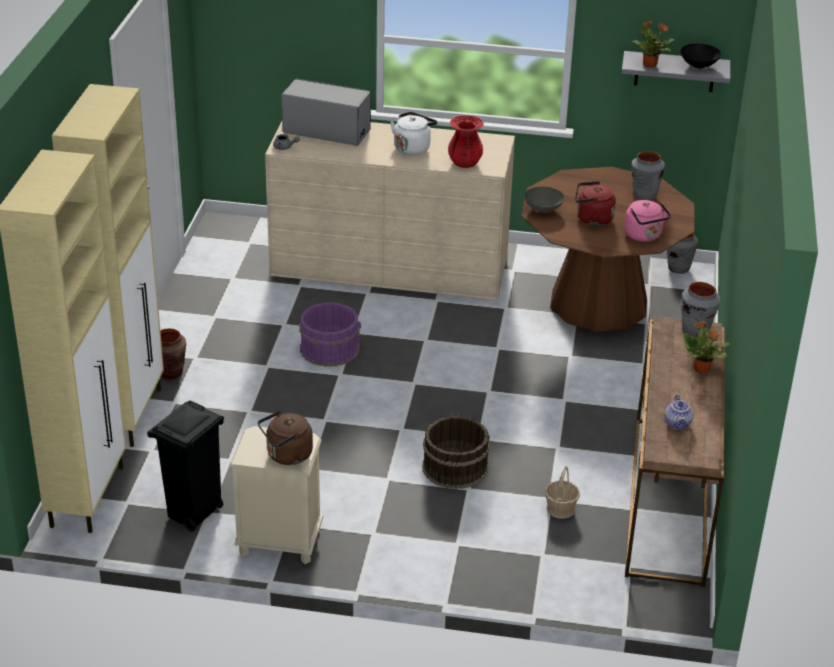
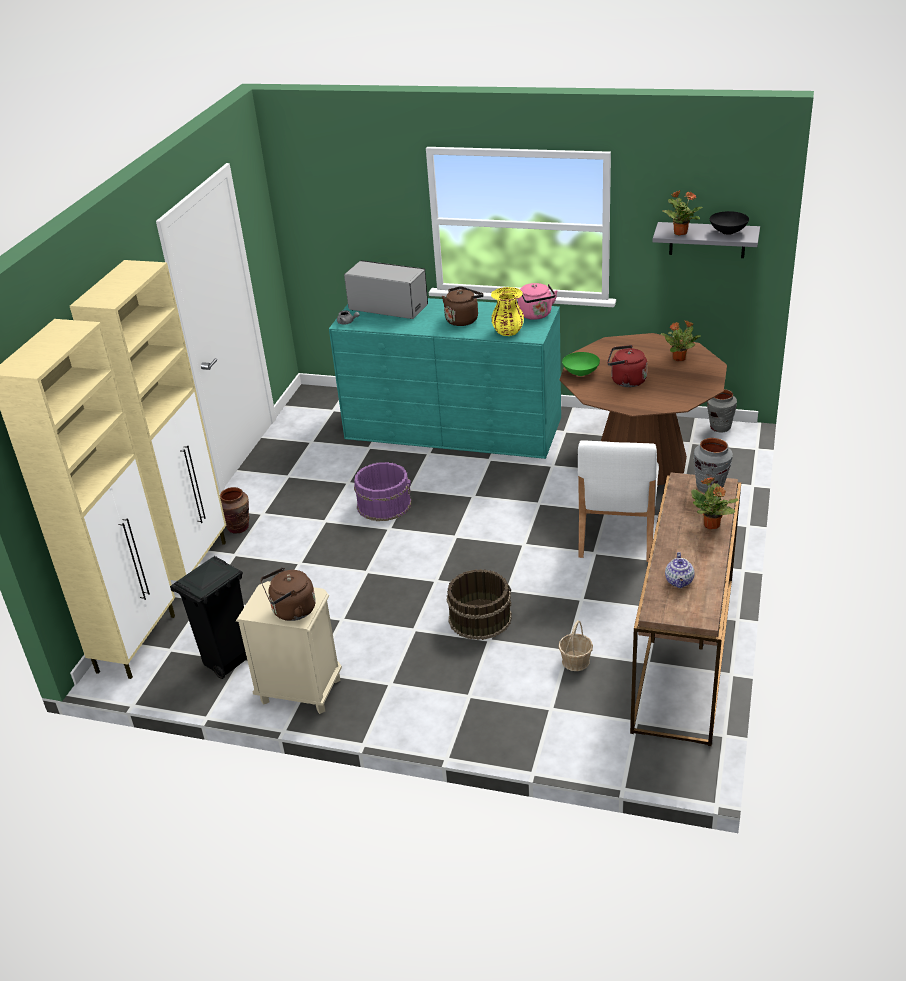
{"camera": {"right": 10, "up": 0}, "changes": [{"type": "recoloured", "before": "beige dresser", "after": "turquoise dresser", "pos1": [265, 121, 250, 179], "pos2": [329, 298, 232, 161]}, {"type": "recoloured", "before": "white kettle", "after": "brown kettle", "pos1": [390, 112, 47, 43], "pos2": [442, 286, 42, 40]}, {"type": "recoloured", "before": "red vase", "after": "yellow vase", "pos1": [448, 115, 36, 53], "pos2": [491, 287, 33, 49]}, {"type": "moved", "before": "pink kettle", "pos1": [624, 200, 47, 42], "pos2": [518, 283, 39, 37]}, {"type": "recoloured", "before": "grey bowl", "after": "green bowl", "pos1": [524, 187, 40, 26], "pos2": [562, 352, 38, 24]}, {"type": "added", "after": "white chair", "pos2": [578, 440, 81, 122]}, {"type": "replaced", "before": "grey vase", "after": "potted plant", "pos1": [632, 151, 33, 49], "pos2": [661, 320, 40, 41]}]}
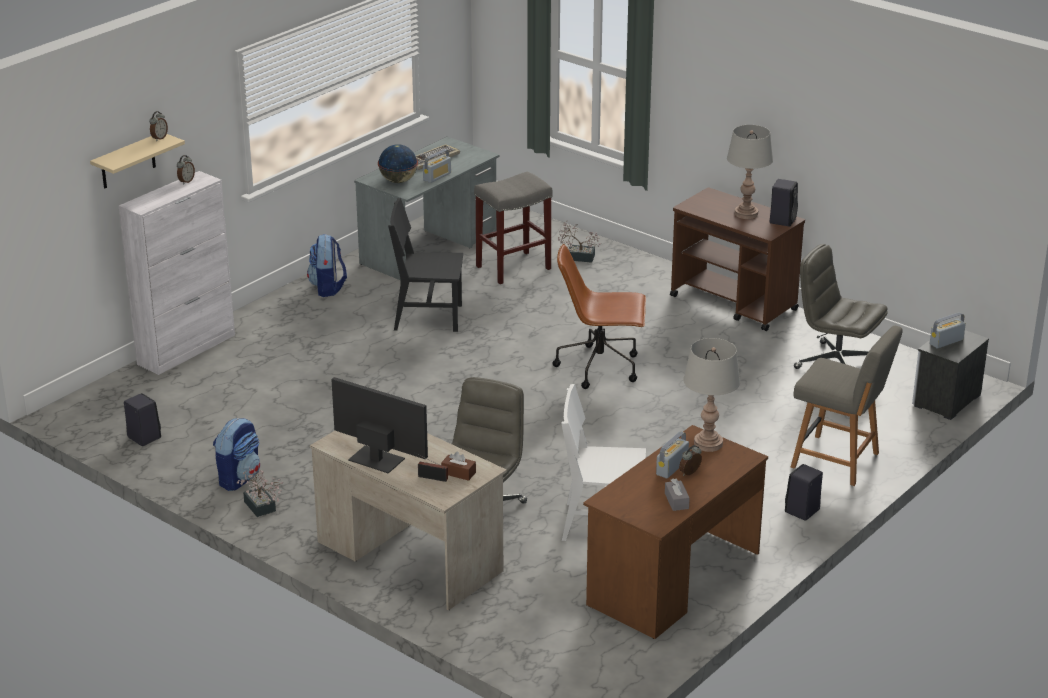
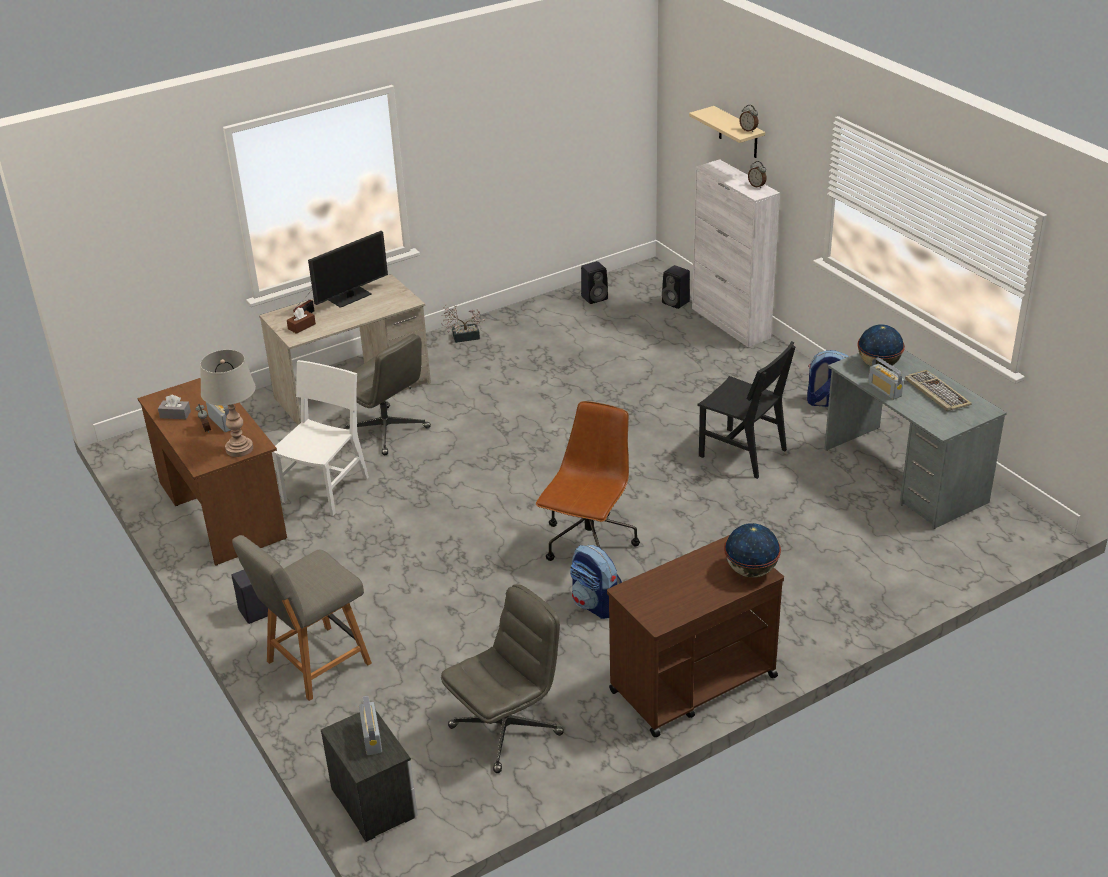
{"camera": {"right": 110, "up": 5}, "changes": [{"type": "moved", "before": "backpack", "pos1": [213, 418, 47, 73], "pos2": [570, 545, 52, 74]}, {"type": "moved", "before": "black speaker", "pos1": [770, 179, 28, 48], "pos2": [662, 265, 28, 44]}, {"type": "turned", "before": "black chair", "pos1": [388, 198, 75, 134], "pos2": [697, 341, 99, 138], "turn": 105}, {"type": "added", "after": "globe", "pos2": [724, 523, 57, 54]}, {"type": "removed", "before": "grey stool", "pos1": [474, 172, 79, 112]}, {"type": "removed", "before": "potted plant", "pos1": [558, 221, 43, 42]}, {"type": "removed", "before": "grey table lamp", "pos1": [727, 125, 46, 94]}]}
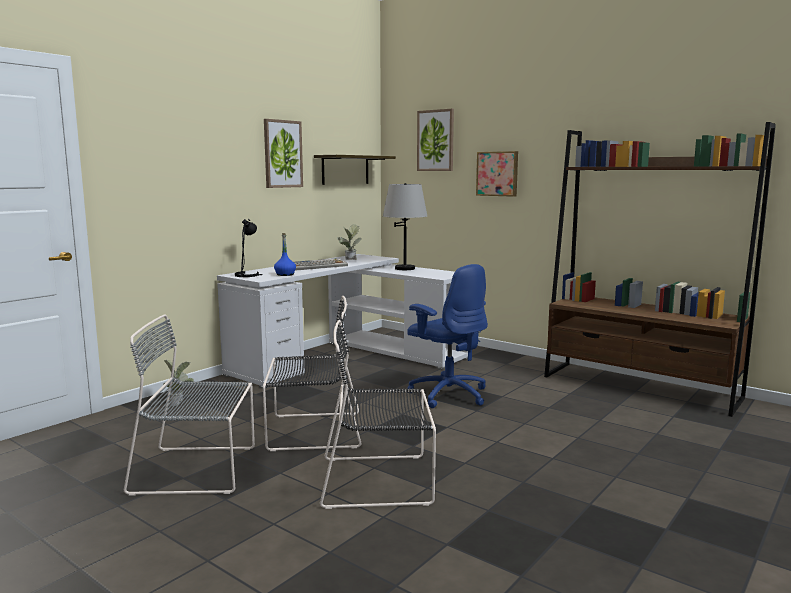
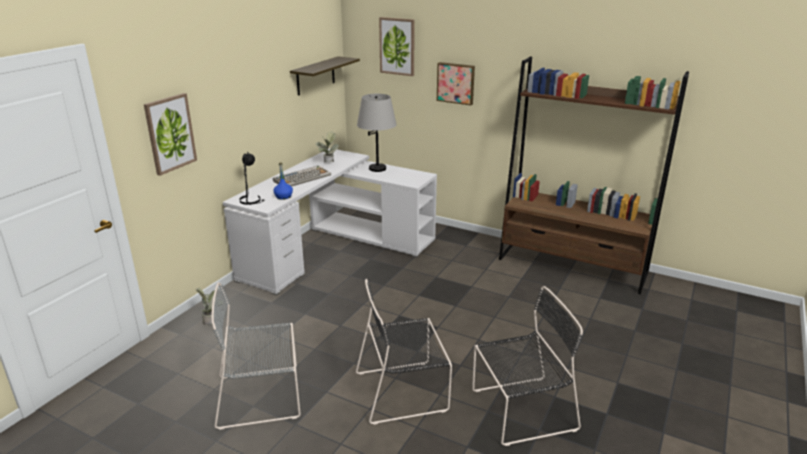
{"camera": {"right": -10, "up": 15}, "changes": [{"type": "moved", "before": "picture", "pos1": [264, 119, 39, 69], "pos2": [144, 93, 53, 83]}, {"type": "moved", "before": "black chair", "pos1": [263, 296, 99, 155], "pos2": [472, 286, 111, 160]}, {"type": "removed", "before": "blue office chair", "pos1": [407, 264, 81, 144]}]}
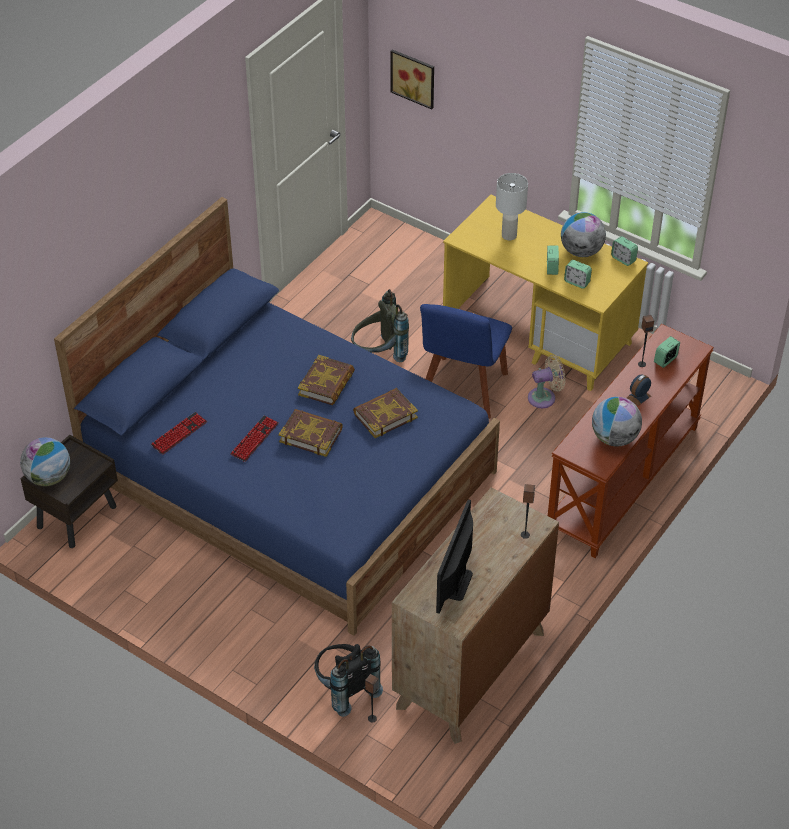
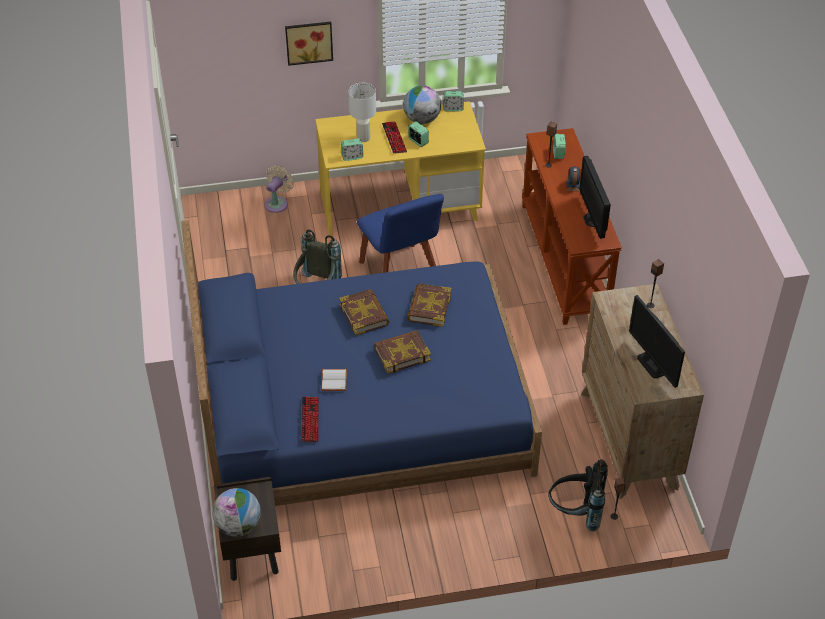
{"camera": {"right": -45, "up": 0}, "changes": [{"type": "moved", "before": "beige fan", "pos1": [528, 355, 37, 53], "pos2": [265, 165, 29, 48]}, {"type": "moved", "before": "picture", "pos1": [390, 49, 44, 60], "pos2": [285, 22, 48, 44]}, {"type": "added", "after": "white book", "pos2": [321, 369, 26, 22]}, {"type": "moved", "before": "alarm clock", "pos1": [564, 260, 28, 29], "pos2": [341, 138, 22, 23]}, {"type": "moved", "before": "keyboard", "pos1": [230, 415, 49, 47], "pos2": [382, 121, 25, 33]}, {"type": "replaced", "before": "globe", "after": "monitor", "pos1": [592, 397, 50, 50], "pos2": [580, 156, 31, 83]}]}
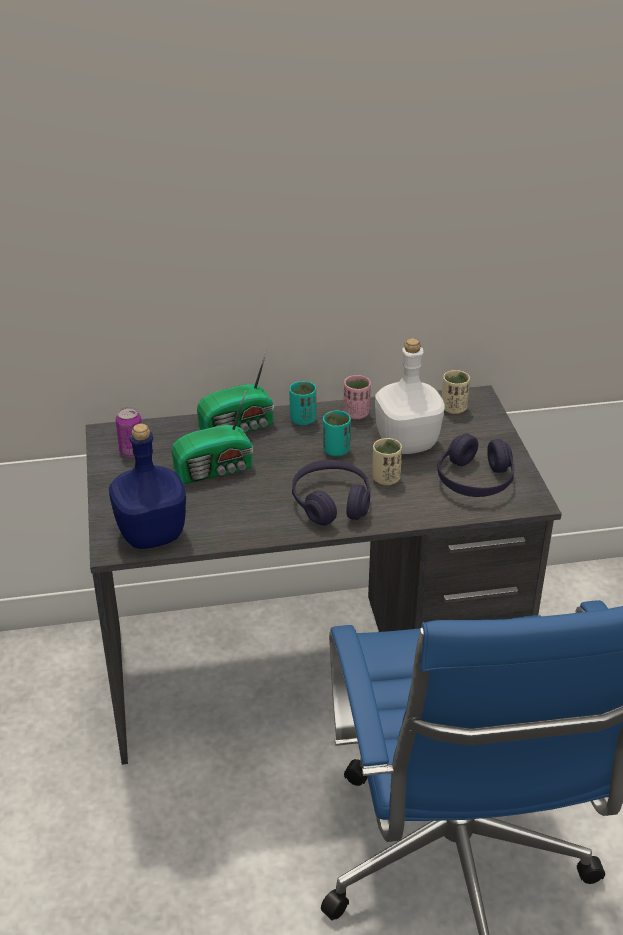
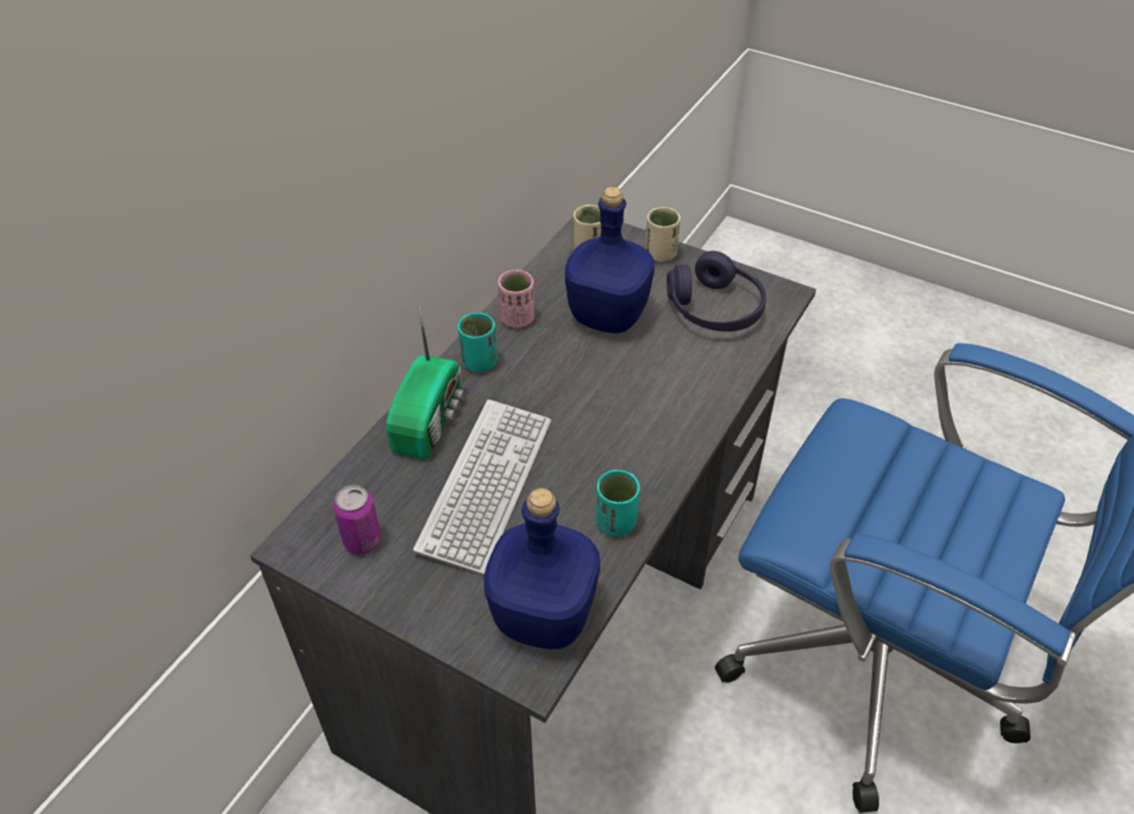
{"camera": {"right": -50, "up": 10}, "changes": [{"type": "replaced", "before": "radio", "after": "keyboard", "pos1": [172, 390, 81, 94], "pos2": [413, 400, 138, 175]}, {"type": "recoloured", "before": "white bottle", "after": "blue bottle", "pos1": [375, 338, 69, 116], "pos2": [565, 187, 89, 146]}, {"type": "moved", "before": "turquoise cup", "pos1": [323, 410, 28, 46], "pos2": [596, 470, 44, 67]}, {"type": "moved", "before": "beige cup", "pos1": [372, 438, 30, 47], "pos2": [645, 207, 36, 55]}, {"type": "removed", "before": "purple headphones", "pos1": [292, 460, 78, 66]}]}
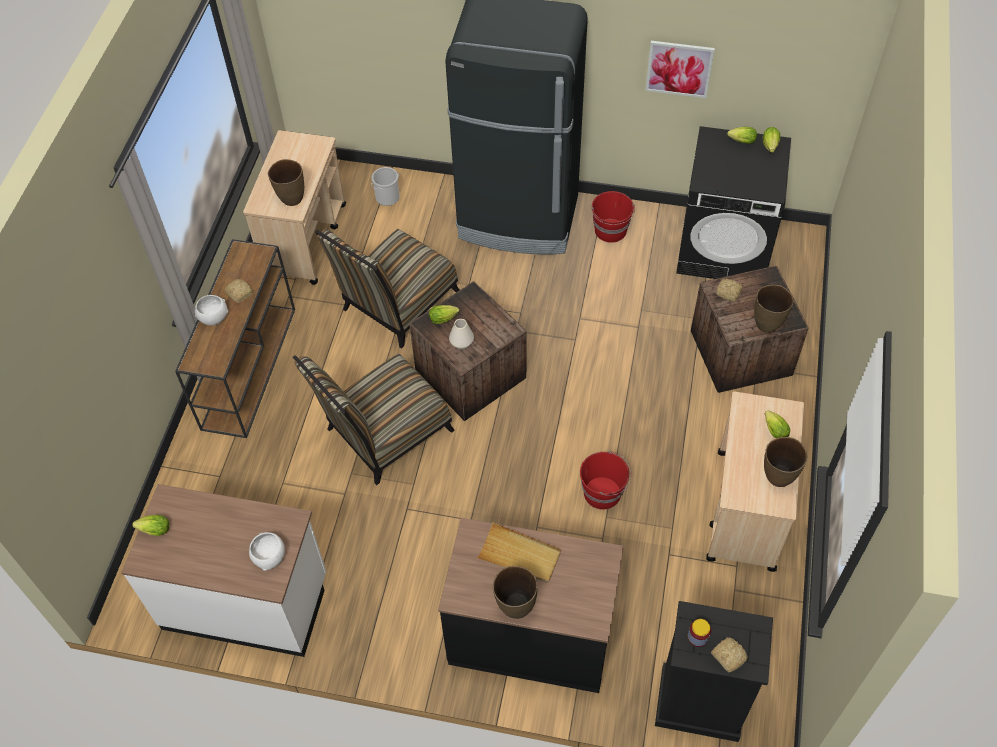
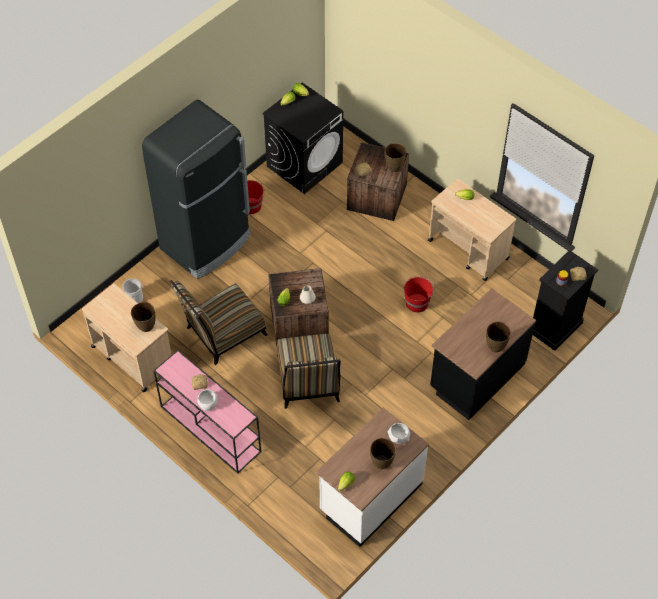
{"camera": {"right": -60, "up": 0}, "changes": [{"type": "recoloured", "before": "brown console table", "after": "pink console table", "pos1": [175, 239, 120, 199], "pos2": [153, 350, 108, 124]}, {"type": "turned", "before": "chair", "pos1": [315, 229, 144, 120], "pos2": [170, 280, 98, 85], "turn": 75}, {"type": "moved", "before": "brown vase", "pos1": [764, 437, 43, 50], "pos2": [370, 438, 26, 31]}, {"type": "removed", "before": "beige tray", "pos1": [477, 522, 84, 61]}, {"type": "removed", "before": "picture", "pos1": [645, 41, 70, 57]}]}
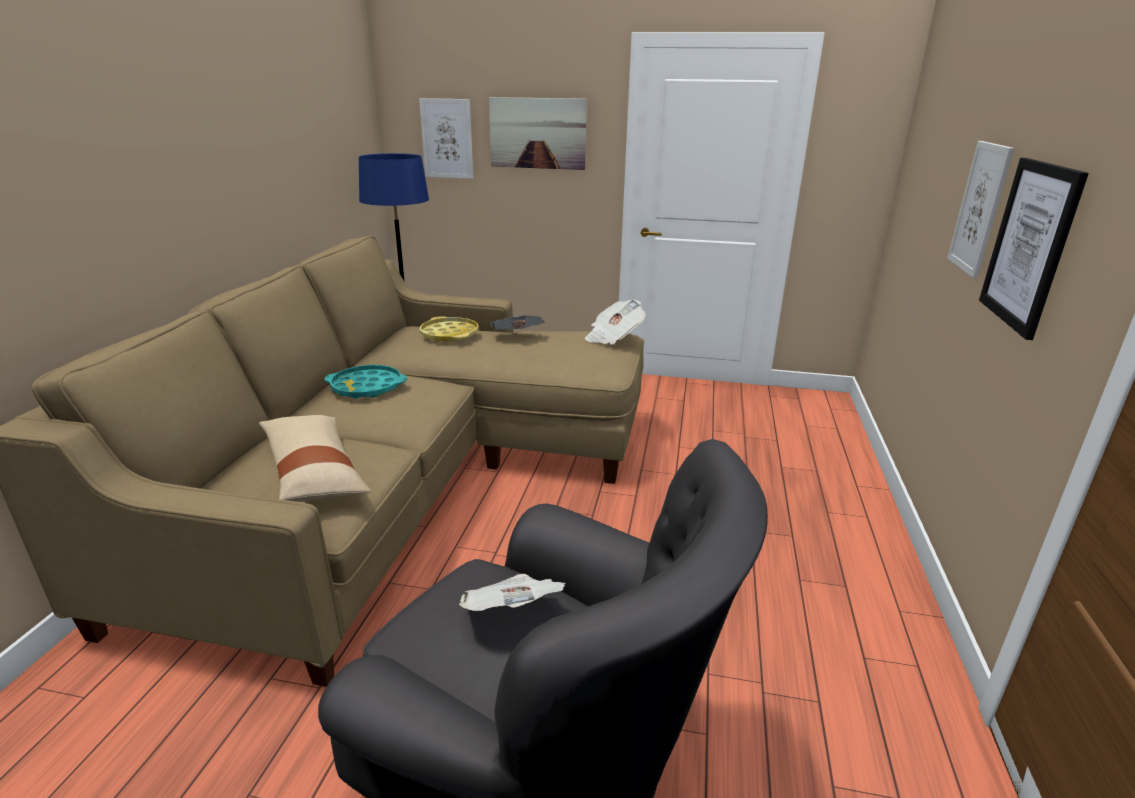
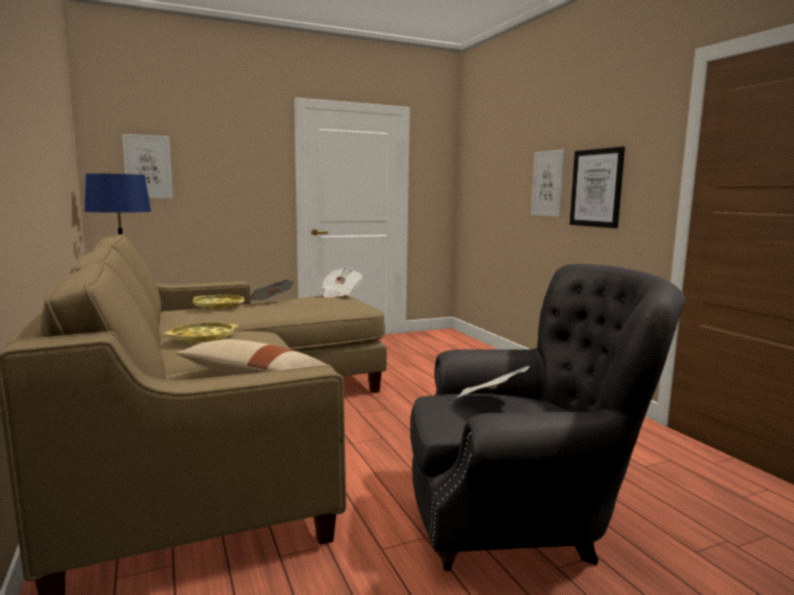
{"camera": {"right": -35, "up": -15}, "changes": [{"type": "recoloured", "before": "turquoise tray", "after": "yellow tray", "pos1": [324, 365, 83, 33], "pos2": [165, 322, 74, 22]}, {"type": "removed", "before": "picture", "pos1": [489, 97, 98, 73]}]}
